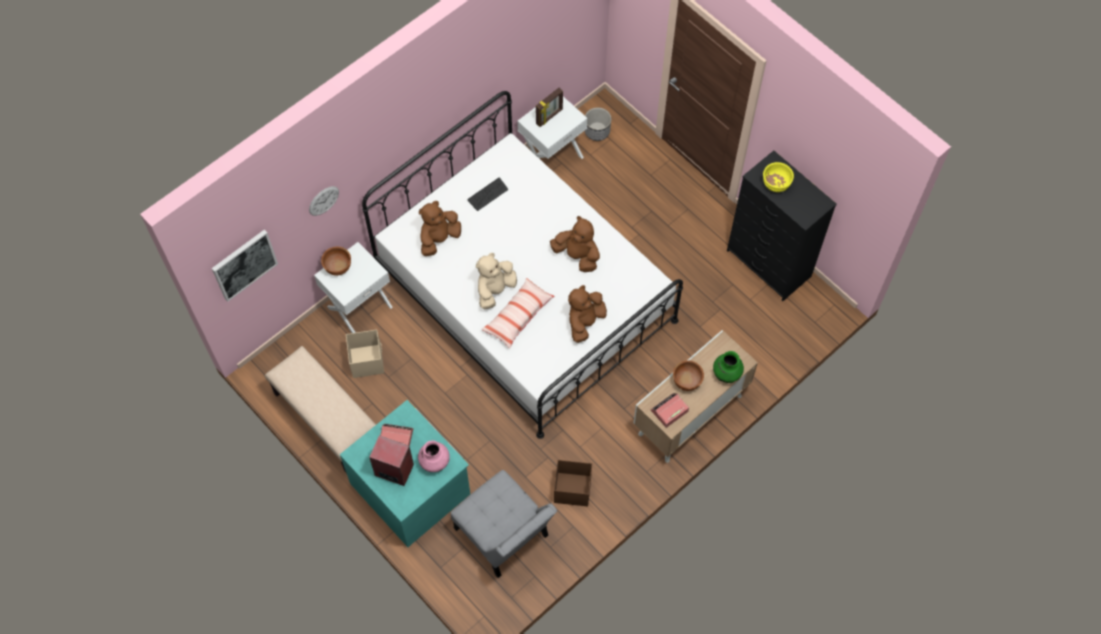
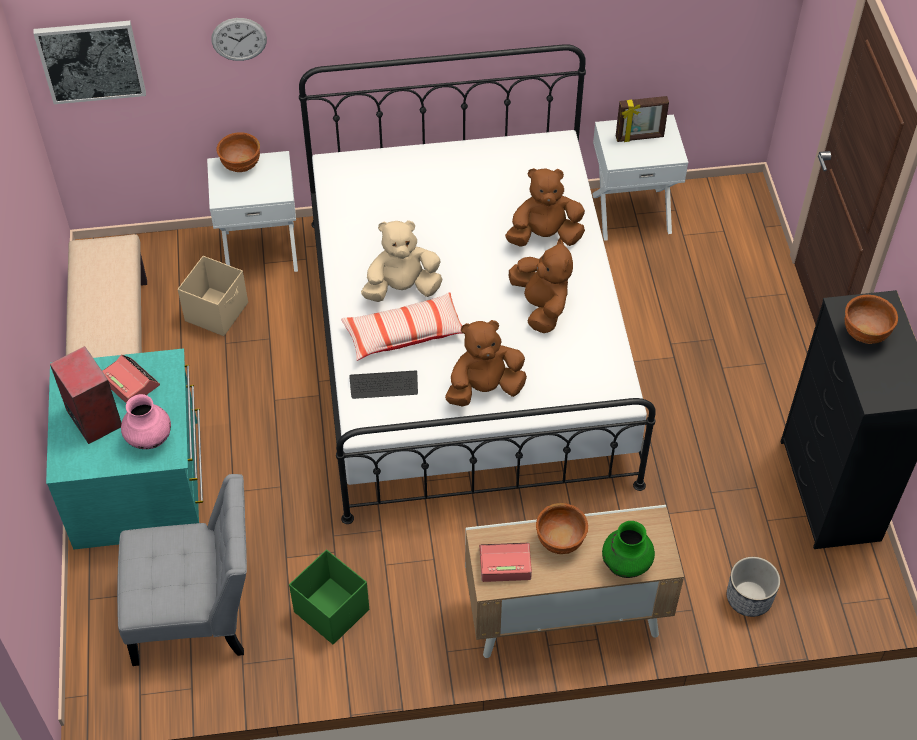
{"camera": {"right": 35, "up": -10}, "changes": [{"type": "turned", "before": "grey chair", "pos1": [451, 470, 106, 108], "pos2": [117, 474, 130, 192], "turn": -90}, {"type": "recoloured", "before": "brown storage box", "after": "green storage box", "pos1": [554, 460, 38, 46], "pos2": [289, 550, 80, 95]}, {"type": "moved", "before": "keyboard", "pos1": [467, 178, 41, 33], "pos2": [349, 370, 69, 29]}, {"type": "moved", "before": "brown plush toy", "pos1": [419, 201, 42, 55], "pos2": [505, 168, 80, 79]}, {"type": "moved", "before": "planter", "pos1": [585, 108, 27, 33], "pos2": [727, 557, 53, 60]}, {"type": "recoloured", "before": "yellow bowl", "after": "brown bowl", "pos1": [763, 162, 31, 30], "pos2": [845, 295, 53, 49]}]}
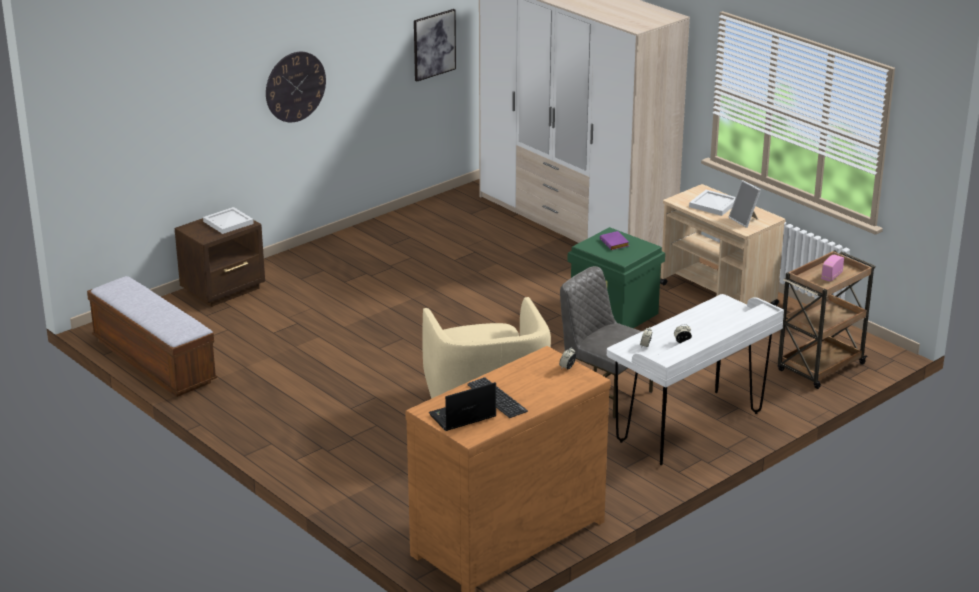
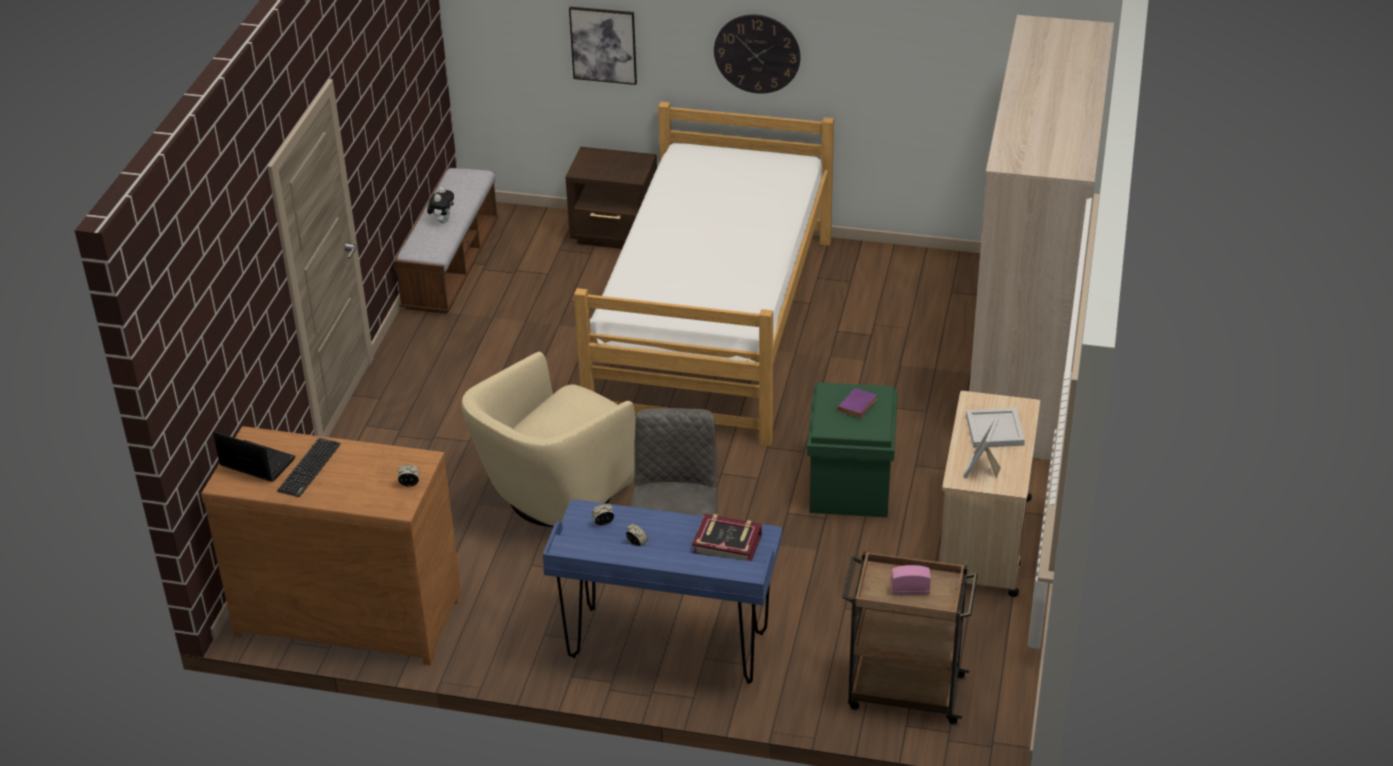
{"camera": {"right": 55, "up": 10}, "changes": [{"type": "added", "after": "plush toy", "pos2": [427, 187, 27, 36]}, {"type": "recoloured", "before": "white desk", "after": "blue desk", "pos1": [607, 294, 177, 171], "pos2": [543, 499, 239, 185]}, {"type": "moved", "before": "picture", "pos1": [414, 9, 42, 73], "pos2": [569, 7, 68, 78]}, {"type": "added", "after": "bed", "pos2": [574, 102, 260, 344]}, {"type": "added", "after": "book", "pos2": [692, 514, 70, 47]}, {"type": "removed", "before": "white tray", "pos1": [203, 207, 51, 27]}]}
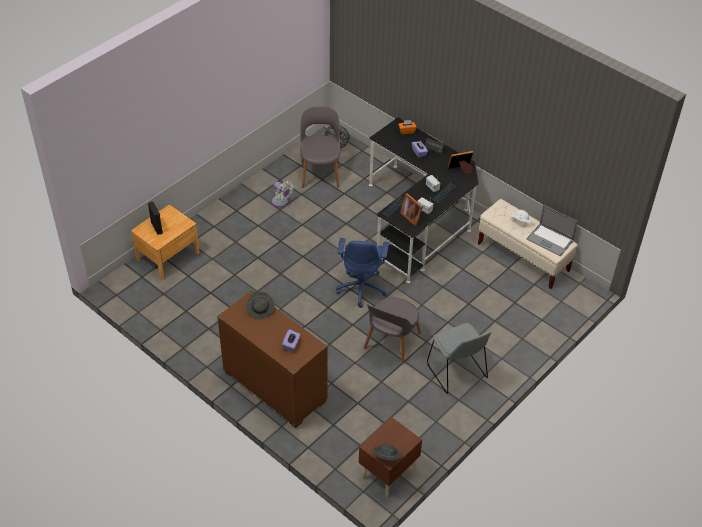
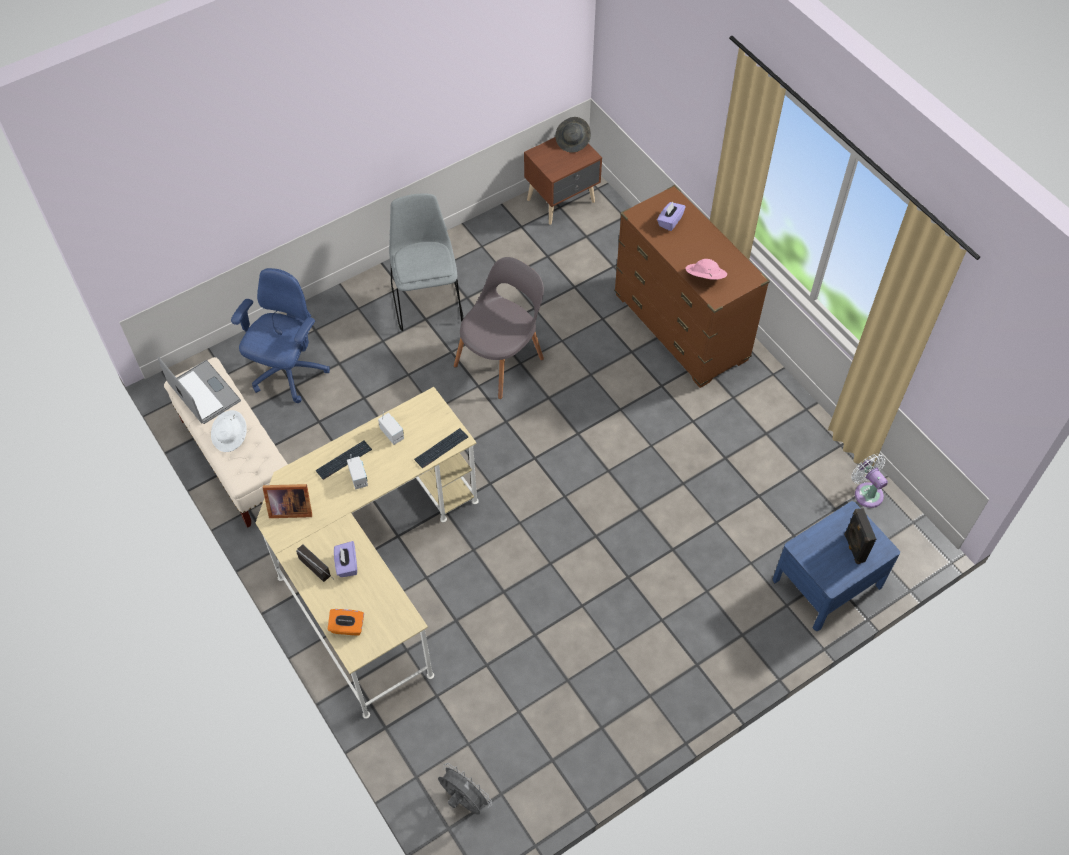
{"camera": {"right": -165, "up": 10}, "changes": [{"type": "moved", "before": "blue office chair", "pos1": [336, 238, 53, 70], "pos2": [231, 268, 99, 135]}, {"type": "recoloured", "before": "black desk", "after": "beige desk", "pos1": [369, 118, 110, 165], "pos2": [256, 387, 223, 332]}, {"type": "recoloured", "before": "grey hat", "after": "pink hat", "pos1": [246, 291, 29, 28], "pos2": [685, 259, 42, 21]}, {"type": "recoloured", "before": "brown nightstand", "after": "blue nightstand", "pos1": [131, 205, 68, 75], "pos2": [772, 501, 128, 130]}, {"type": "moved", "before": "white fan", "pos1": [272, 181, 21, 26], "pos2": [851, 454, 37, 54]}, {"type": "removed", "before": "grey chair", "pos1": [300, 106, 40, 82]}, {"type": "removed", "before": "picture frame", "pos1": [400, 193, 23, 33]}]}
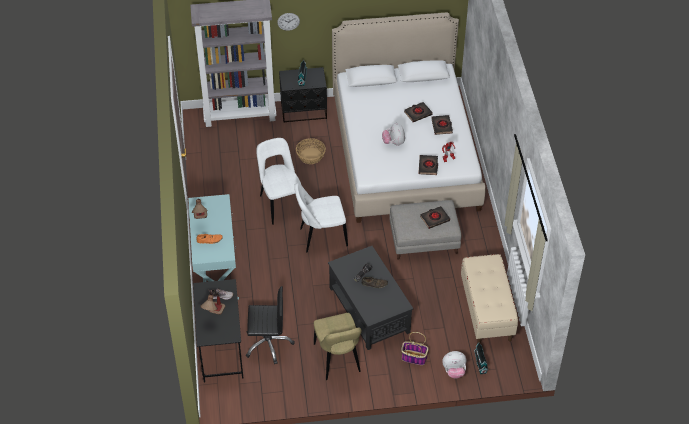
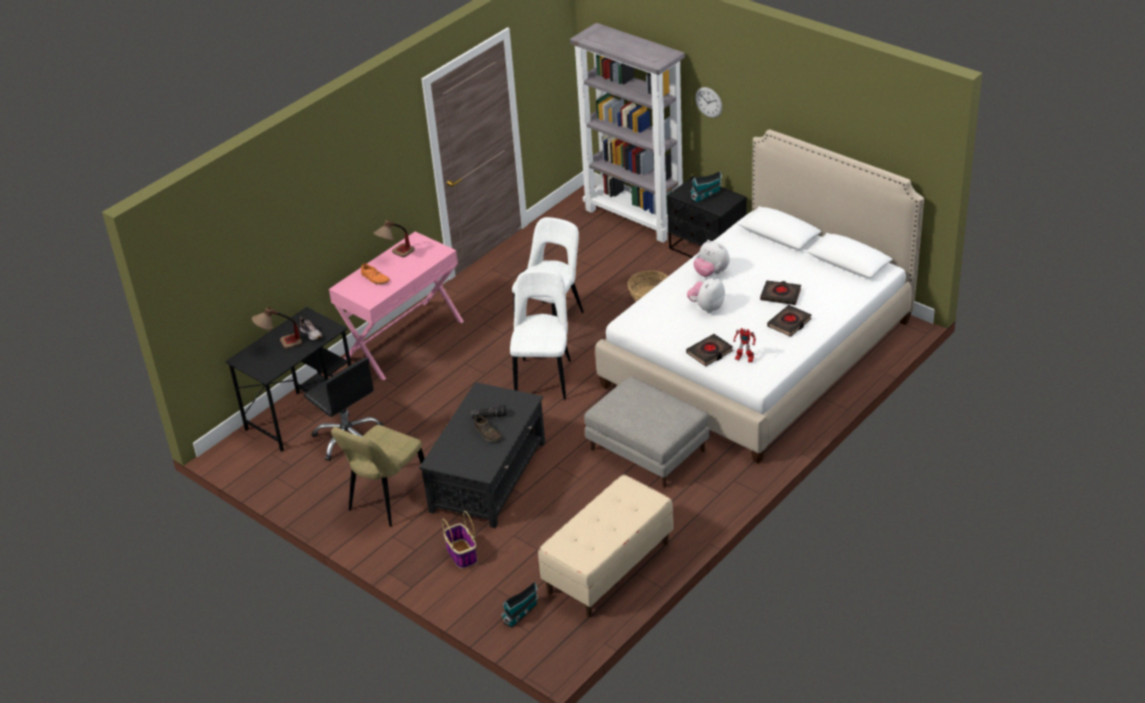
{"camera": {"right": 50, "up": -10}, "changes": [{"type": "recoloured", "before": "turquoise console table", "after": "pink console table", "pos1": [188, 194, 51, 106], "pos2": [329, 231, 135, 150]}, {"type": "turned", "before": "white chair", "pos1": [294, 183, 54, 70], "pos2": [510, 270, 61, 130], "turn": 60}, {"type": "moved", "before": "plush toy", "pos1": [442, 351, 24, 28], "pos2": [693, 240, 37, 37]}, {"type": "removed", "before": "black book", "pos1": [420, 206, 30, 23]}]}
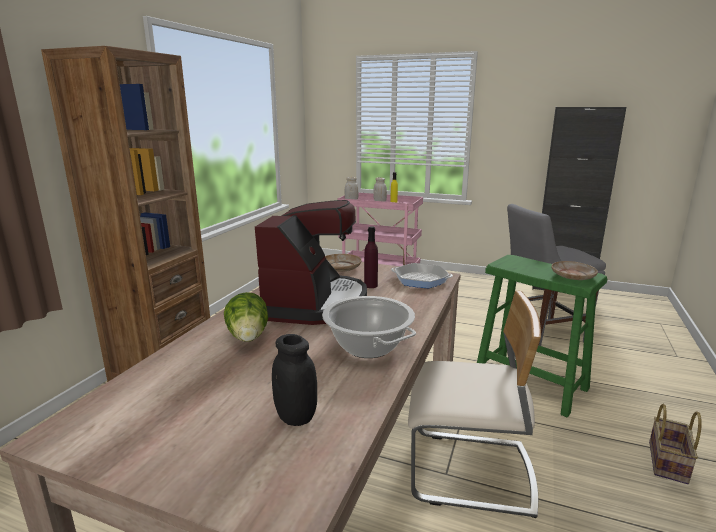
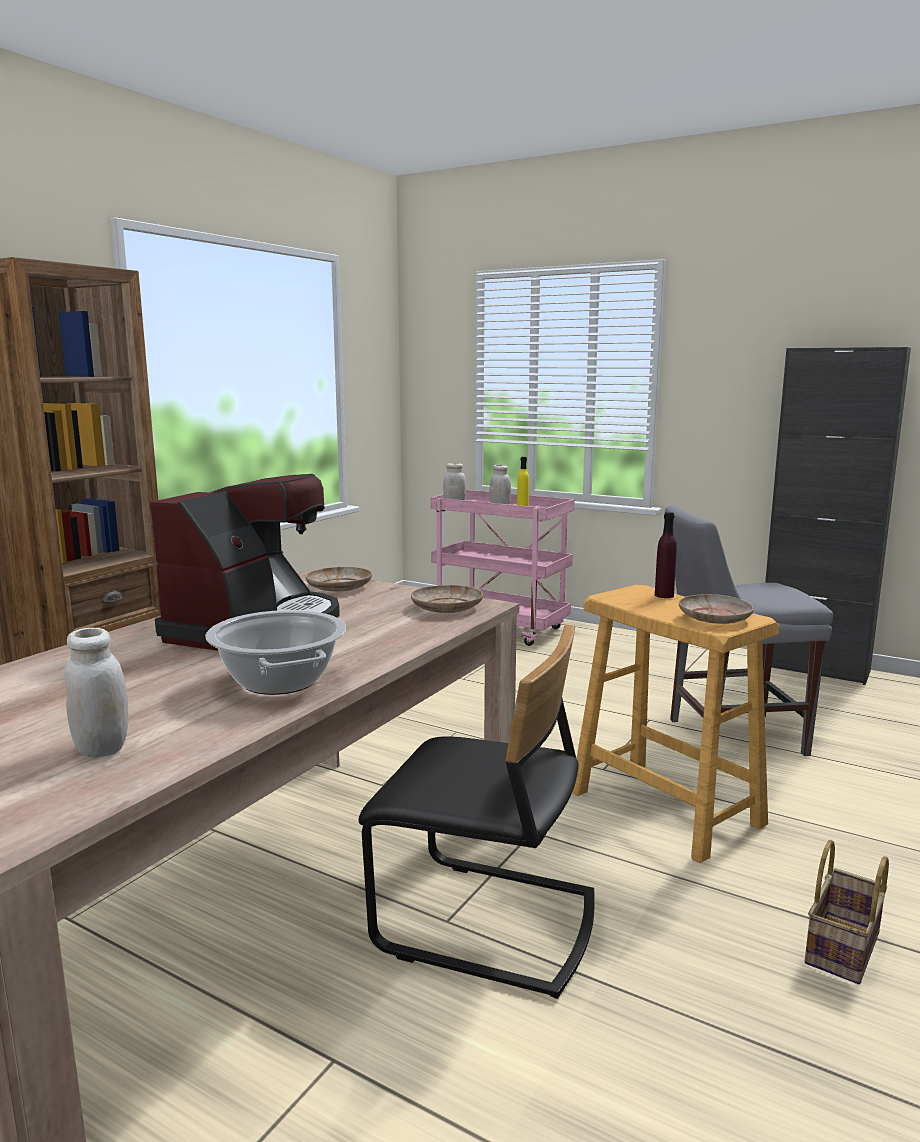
{"camera": {"right": 10, "up": -5}, "changes": [{"type": "recoloured", "before": "black jar", "after": "white jar", "pos1": [272, 334, 45, 92], "pos2": [65, 628, 64, 130]}, {"type": "recoloured", "before": "beige chair", "after": "black chair", "pos1": [408, 291, 133, 227], "pos2": [358, 625, 237, 374]}, {"type": "replaced", "before": "frying pan", "after": "beige plate", "pos1": [391, 263, 62, 25], "pos2": [411, 585, 72, 28]}, {"type": "recoloured", "before": "green stool", "after": "beige stool", "pos1": [477, 255, 130, 162], "pos2": [572, 585, 208, 278]}, {"type": "moved", "before": "purple bottle", "pos1": [364, 226, 14, 62], "pos2": [655, 512, 22, 86]}, {"type": "removed", "before": "lettuce", "pos1": [224, 292, 44, 50]}]}
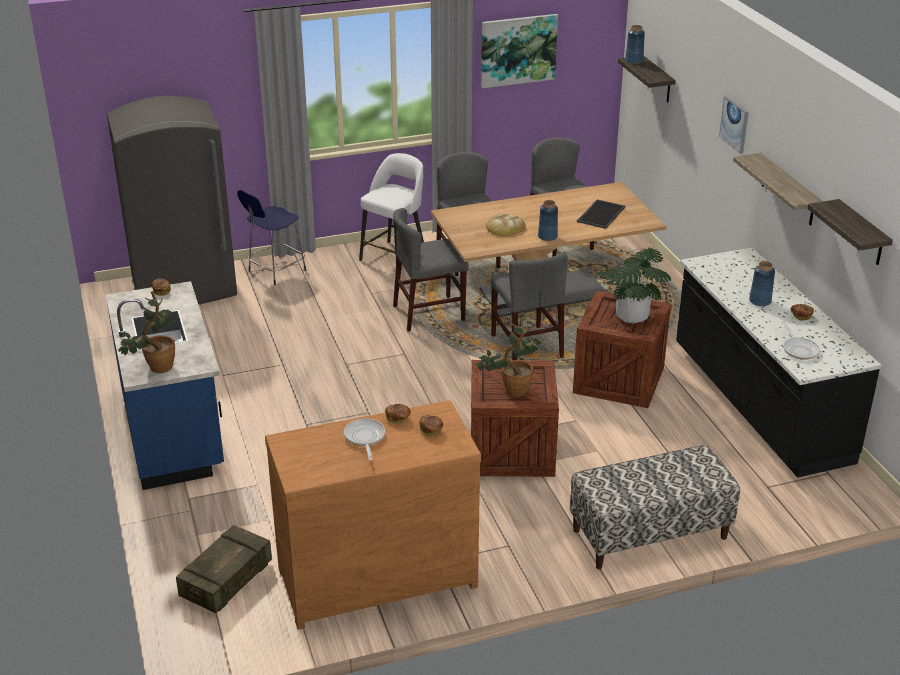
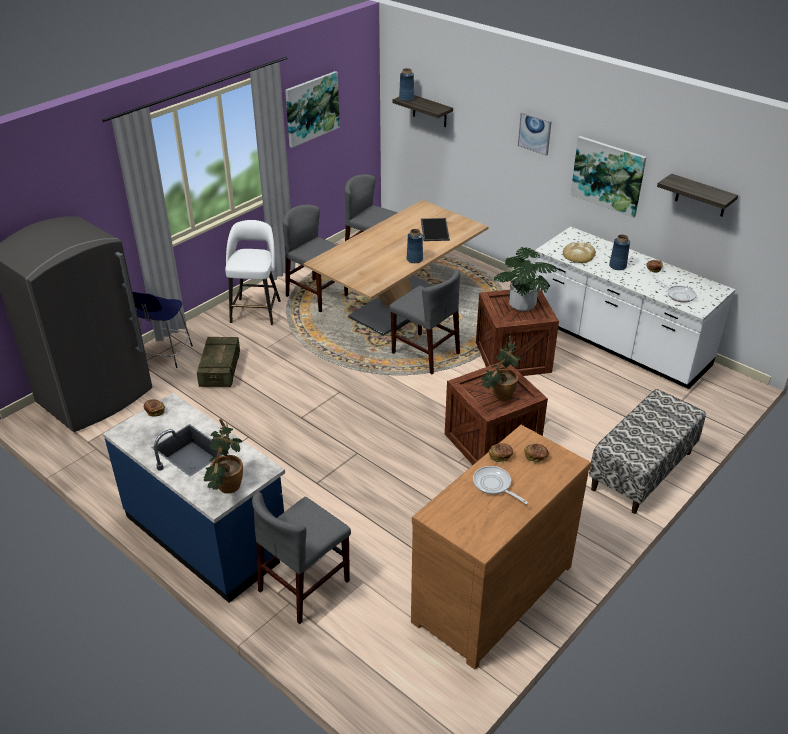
{"camera": {"right": -30, "up": 5}, "changes": [{"type": "moved", "before": "crate", "pos1": [176, 525, 96, 88], "pos2": [197, 337, 43, 50]}, {"type": "moved", "before": "grey chair", "pos1": [393, 208, 76, 123], "pos2": [252, 492, 99, 132]}, {"type": "recoloured", "before": "black counter", "after": "white counter", "pos1": [676, 248, 205, 230], "pos2": [535, 227, 200, 162]}, {"type": "moved", "before": "bread", "pos1": [486, 214, 40, 22], "pos2": [563, 242, 33, 21]}, {"type": "replaced", "before": "shelf", "after": "picture", "pos1": [733, 153, 90, 73], "pos2": [570, 136, 76, 82]}]}
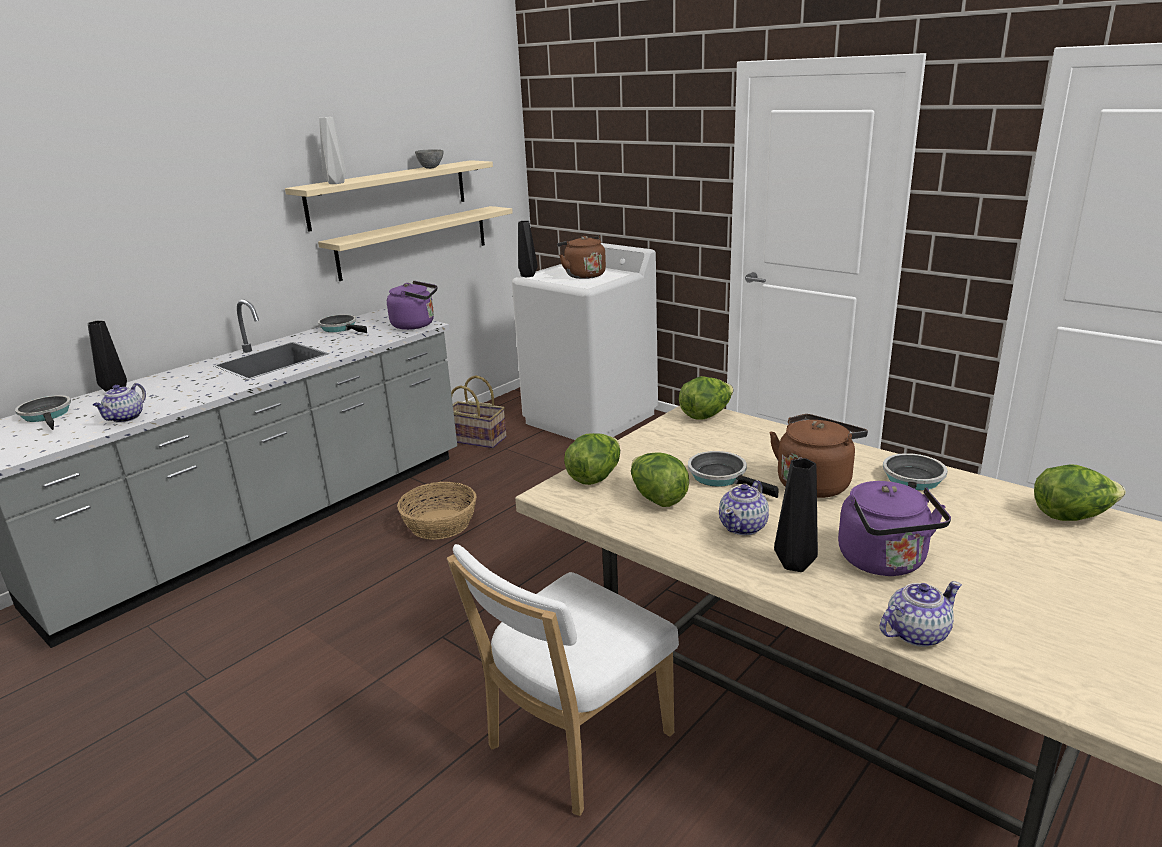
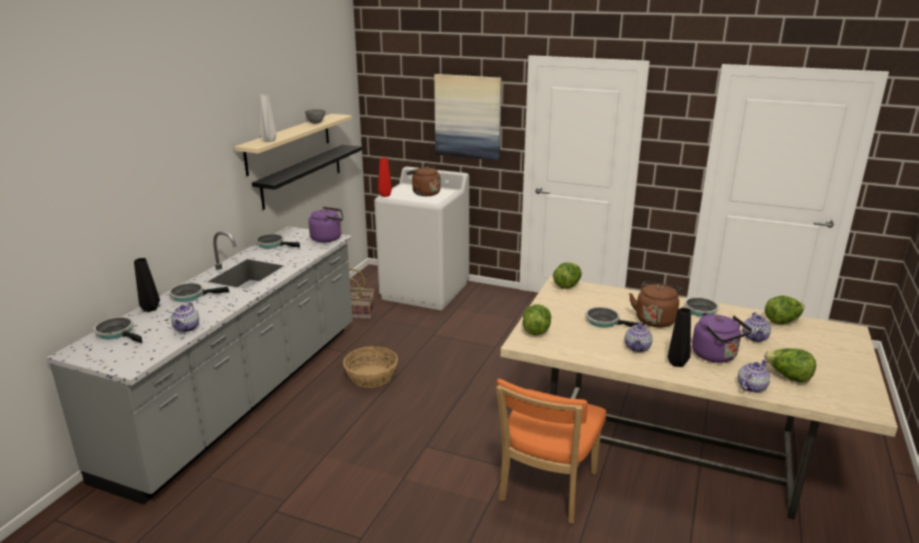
{"camera": {"right": -20, "up": 0}, "changes": [{"type": "added", "after": "frying pan", "pos2": [169, 283, 60, 19]}, {"type": "recoloured", "before": "beige shelf", "after": "black shelf", "pos1": [318, 206, 195, 75], "pos2": [252, 145, 110, 65]}, {"type": "recoloured", "before": "black vase", "after": "red vase", "pos1": [518, 221, 20, 56], "pos2": [378, 158, 14, 39]}, {"type": "added", "after": "picture", "pos2": [434, 74, 68, 87]}, {"type": "recoloured", "before": "white chair", "after": "orange chair", "pos1": [447, 544, 232, 272], "pos2": [496, 379, 110, 145]}, {"type": "added", "after": "teapot", "pos2": [742, 312, 29, 30]}, {"type": "moved", "before": "lettuce", "pos1": [631, 452, 58, 55], "pos2": [764, 348, 52, 35]}]}
